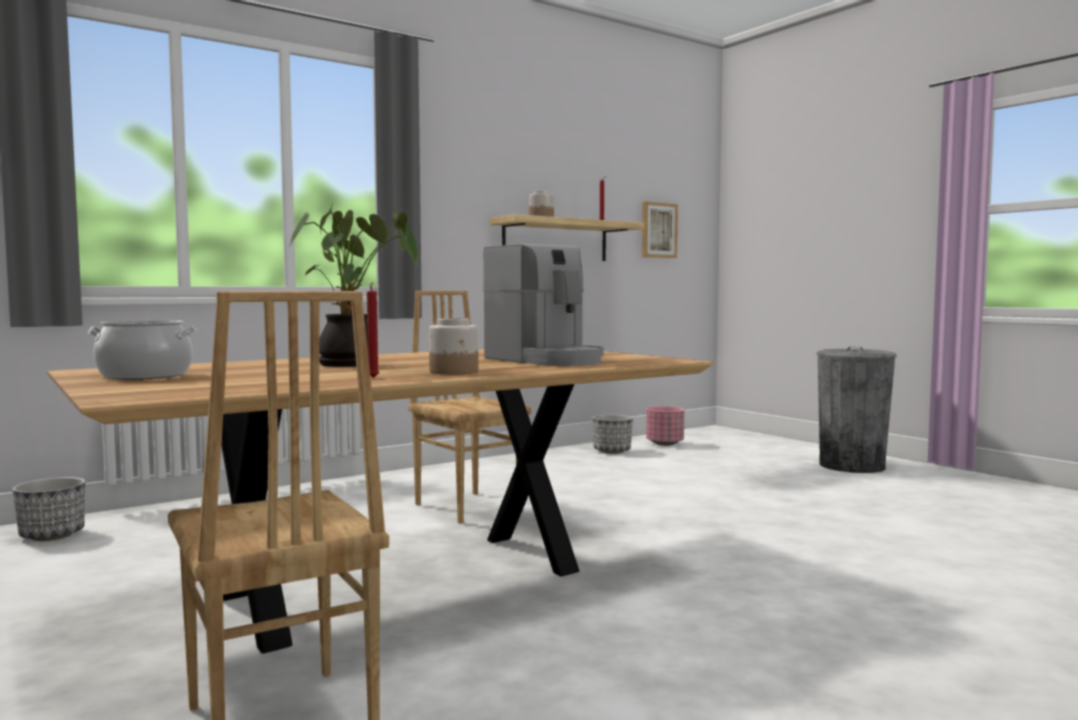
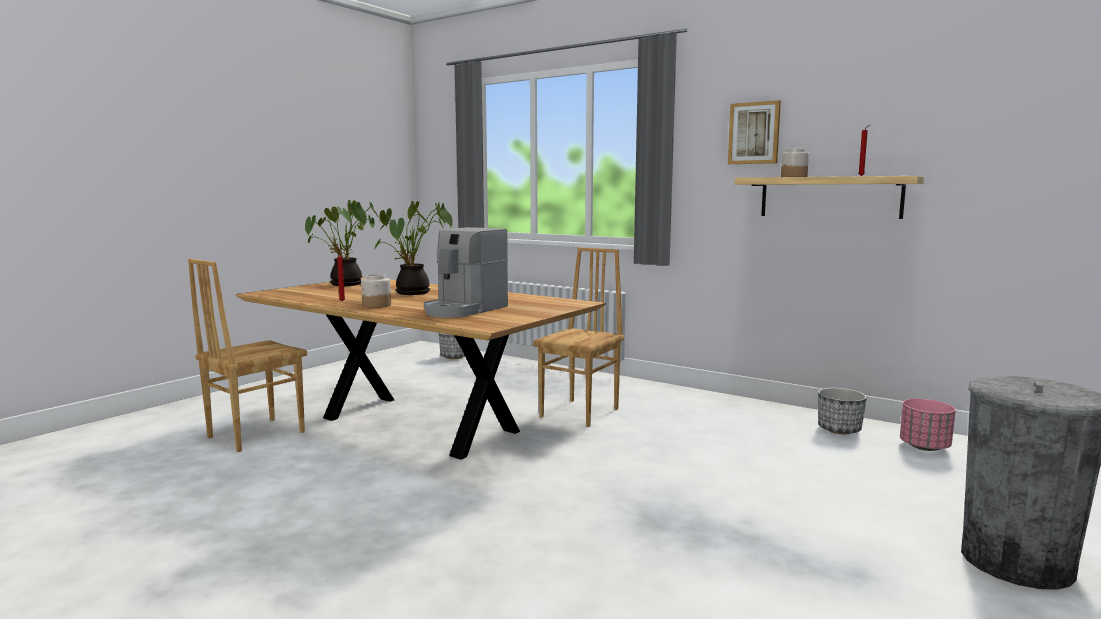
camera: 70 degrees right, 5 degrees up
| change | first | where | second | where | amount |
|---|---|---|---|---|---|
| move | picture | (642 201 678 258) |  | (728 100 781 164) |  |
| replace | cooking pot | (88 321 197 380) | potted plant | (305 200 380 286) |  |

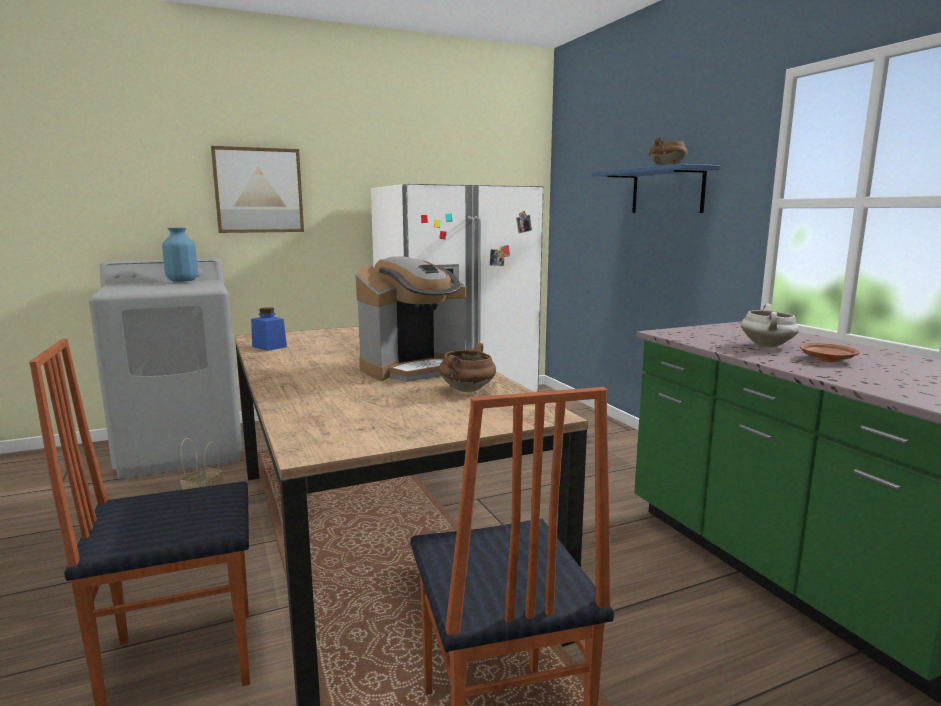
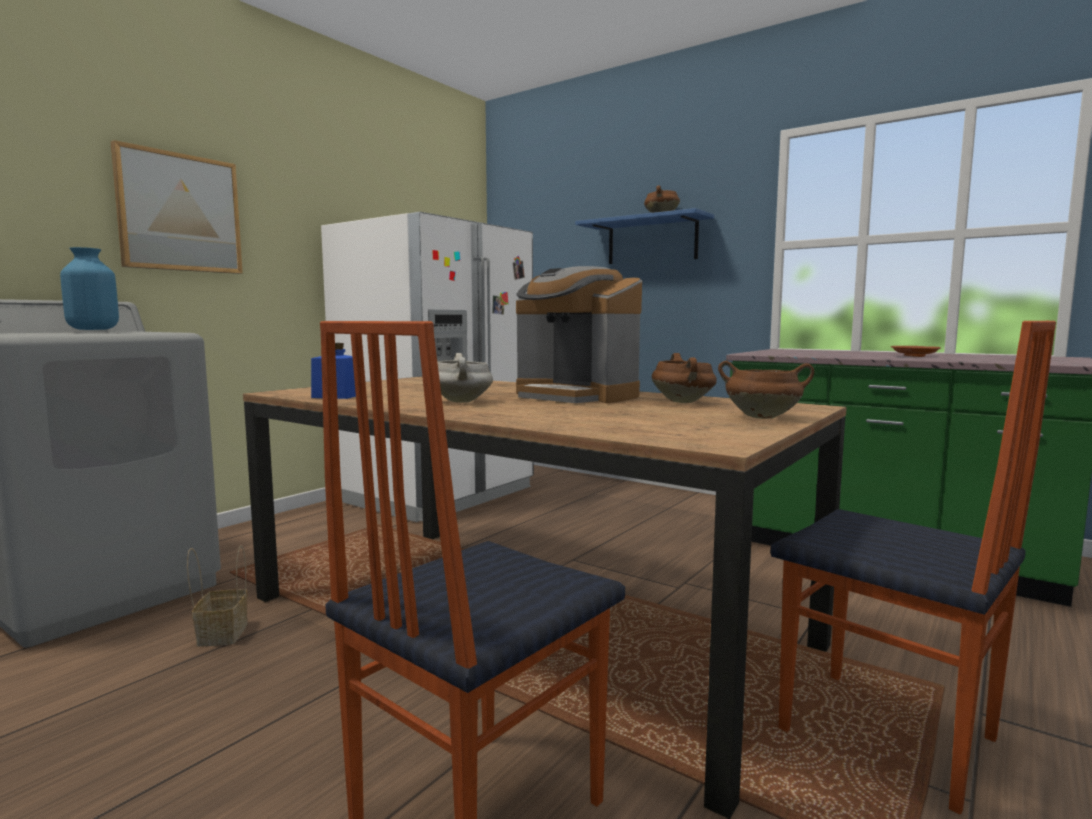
camera: 30 degrees left, 5 degrees down
| change | first | where | second | where | amount |
|---|---|---|---|---|---|
| rotate | coffee machine | (355 256 466 382) |  | (516 266 642 403) | 105 degrees clockwise |
| move | cooking pot/white | (741 303 799 347) |  | (437 353 493 403) |  |
| insert |  |  | cooking pot/brown | (718 361 814 419) |  |

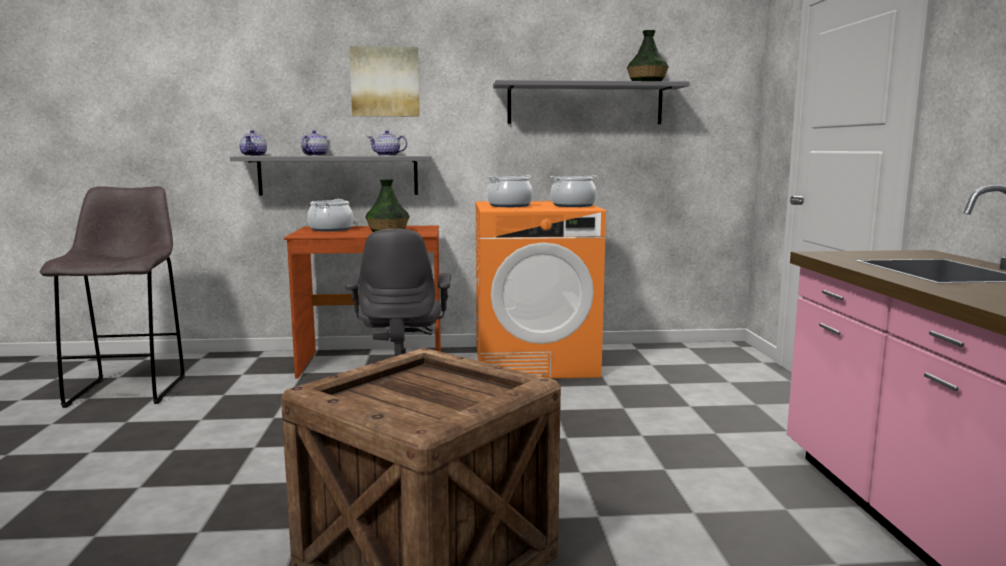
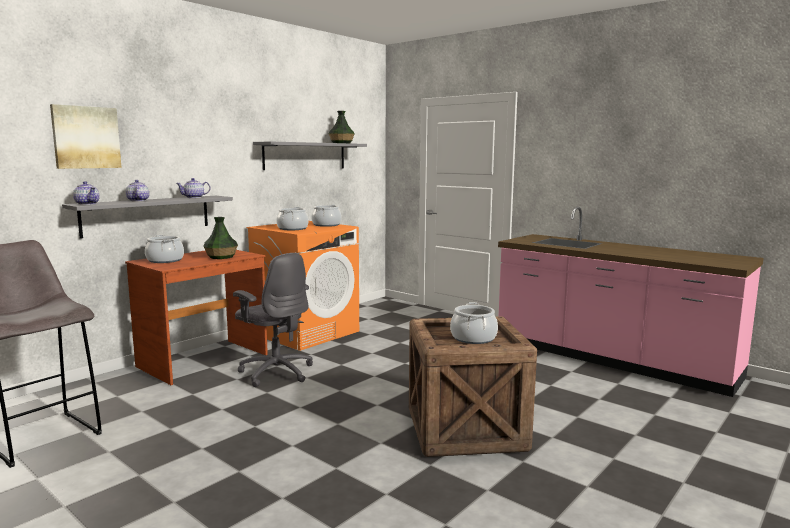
camera: 45 degrees left, 0 degrees up
| change | first | where | second | where | amount |
|---|---|---|---|---|---|
| move | picture | (349 46 420 116) |  | (50 104 122 169) |  |
| insert |  |  | cooking pot | (450 302 498 344) |  |

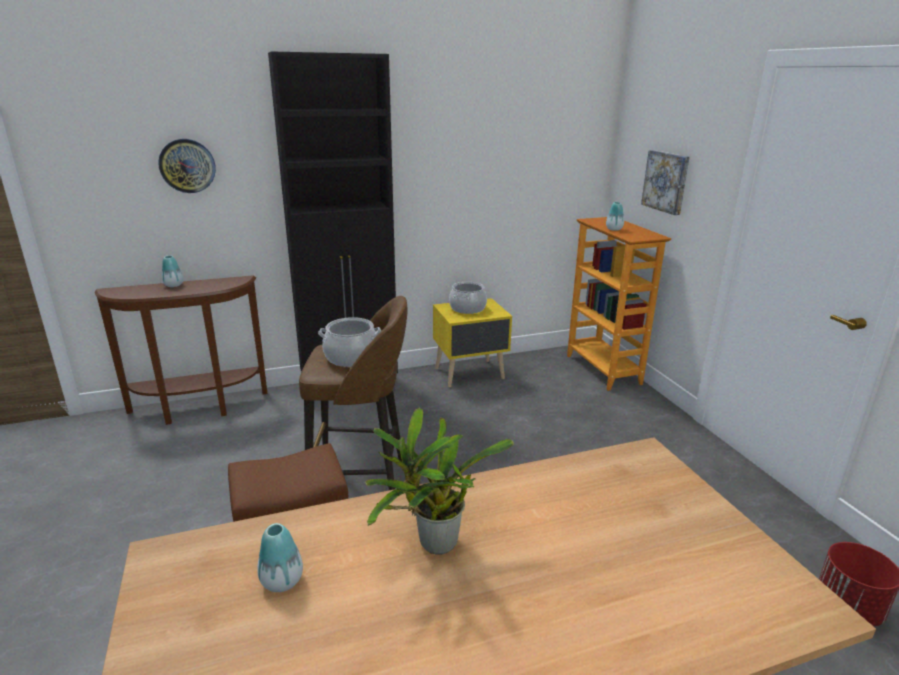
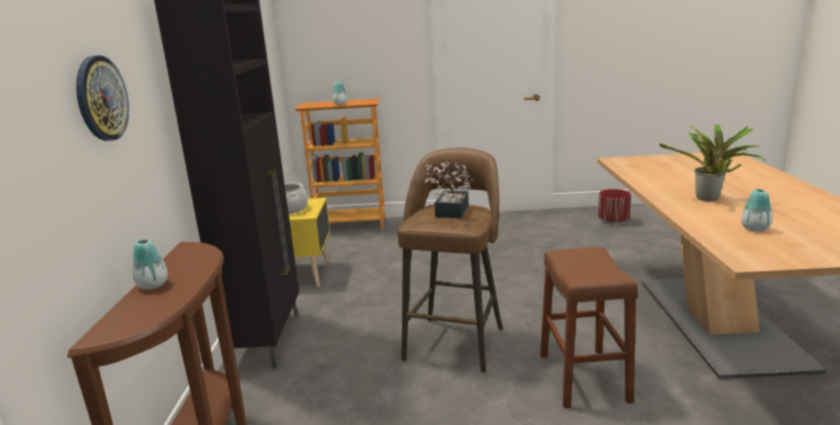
camera: 70 degrees left, 5 degrees down
| change | first | where | second | where | amount |
|---|---|---|---|---|---|
| delete | picture | (641 150 690 215) |  |  |  |
| replace | cooking pot | (318 317 381 367) | potted plant | (424 161 473 218) |  |

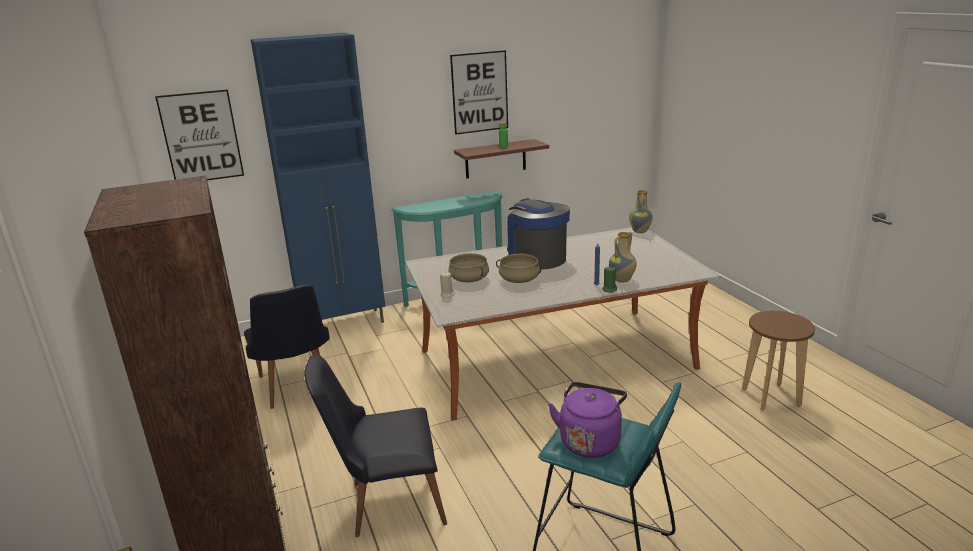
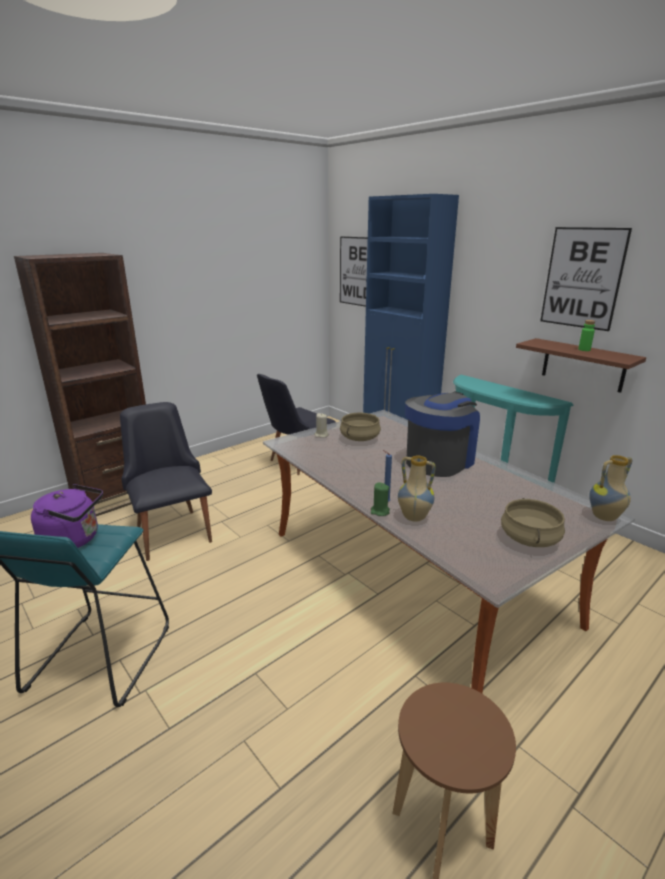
camera: 70 degrees right, 0 degrees up
| change | first | where | second | where | amount |
|---|---|---|---|---|---|
| move | cooking pot/beige | (496 254 541 283) |  | (501 498 565 547) |  |

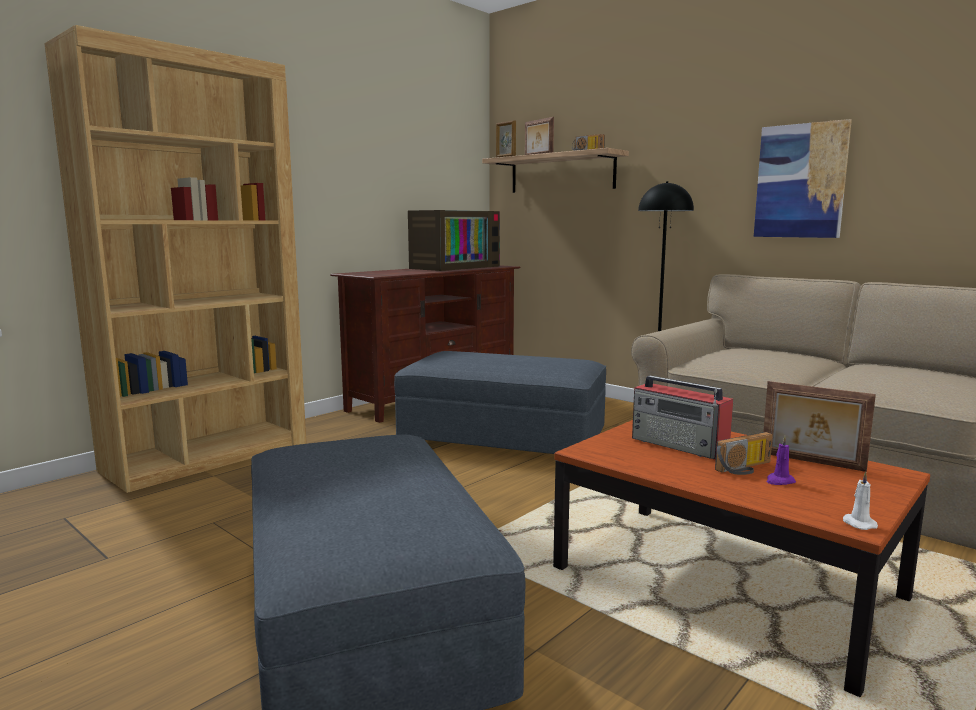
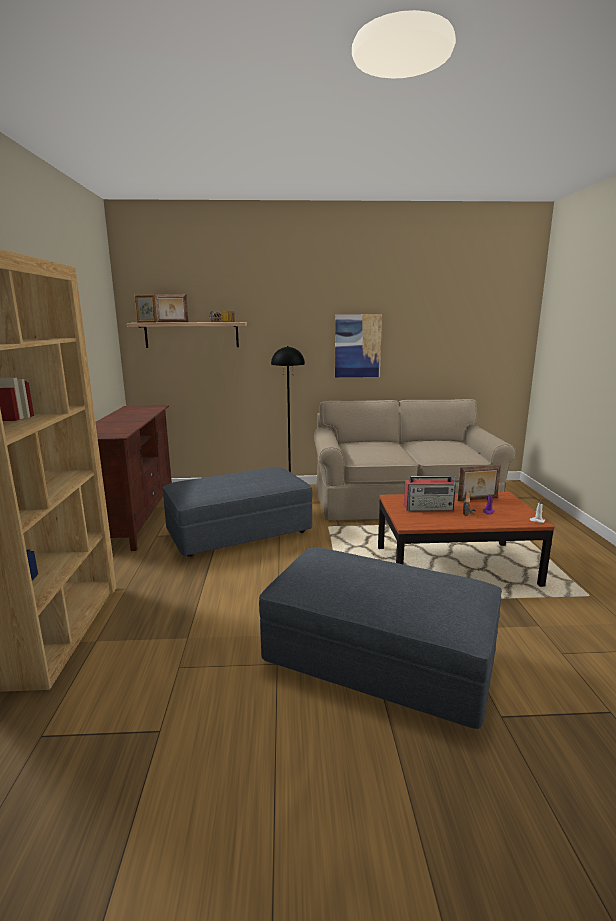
camera: 45 degrees left, 5 degrees up
| change | first | where | second | where | amount |
|---|---|---|---|---|---|
| delete | television | (408 210 500 271) |  |  |  |

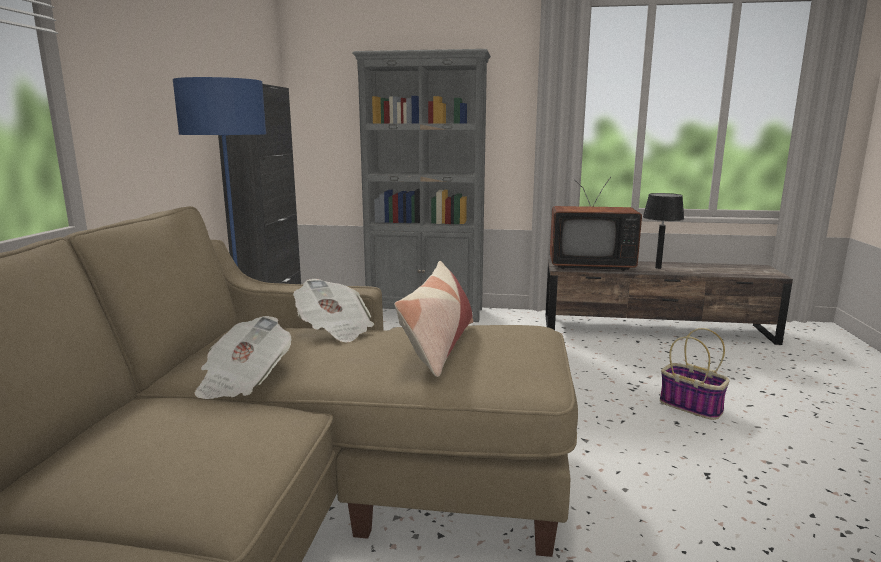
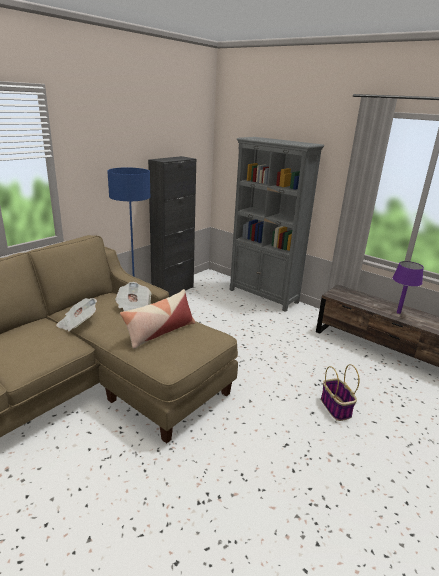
camera: 30 degrees right, 10 degrees up
| change | first | where | second | where | amount |
|---|---|---|---|---|---|
| delete | television | (550 177 642 271) |  |  |  |
| recolor | table lamp/black | (643 193 684 269) | table lamp/purple | (393 261 424 314) |  |

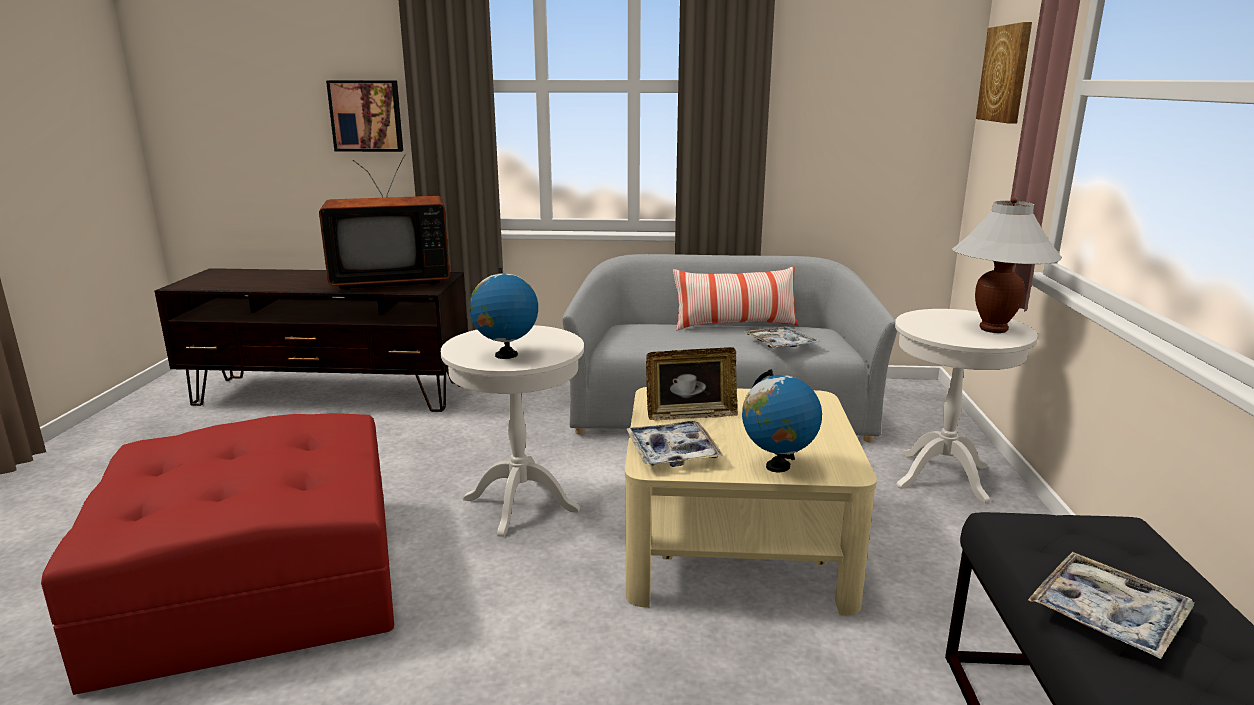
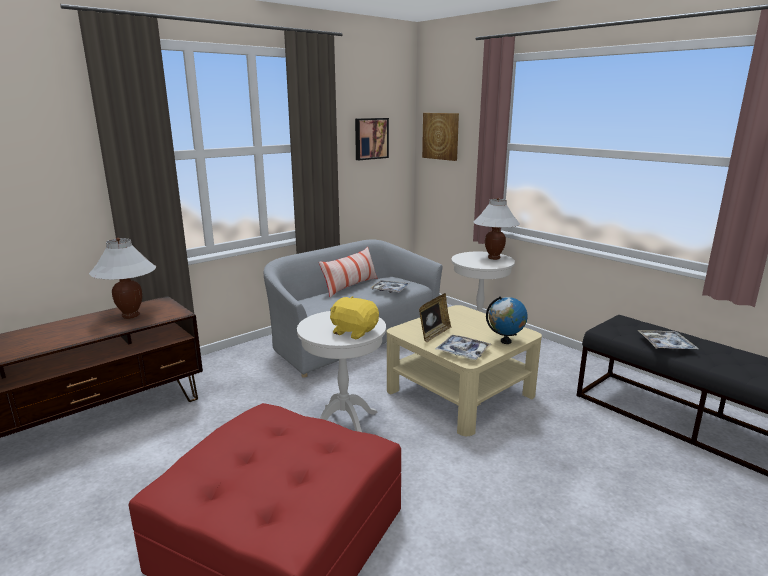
camera: 45 degrees left, 0 degrees up
| change | first | where | second | where | amount |
|---|---|---|---|---|---|
| move | picture | (326 80 403 152) |  | (355 118 389 160) |  |
| replace | television | (319 154 450 290) | table lamp/white | (89 238 156 319) |  |
| replace | globe | (469 268 538 359) | plush toy/yellow | (330 296 379 339) |  |

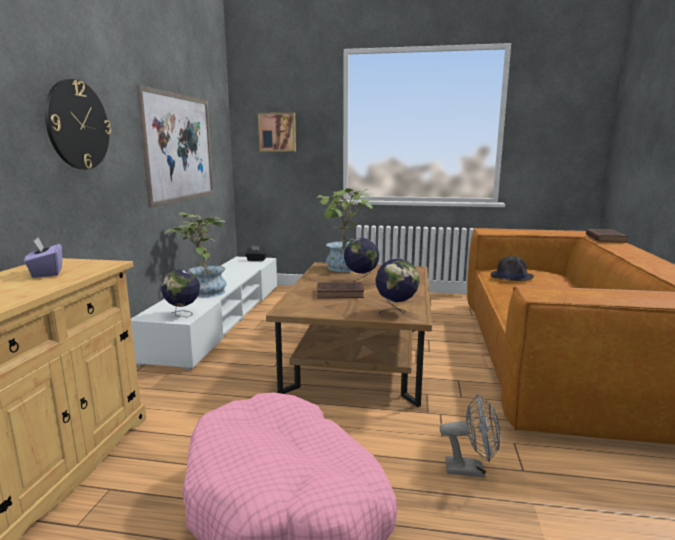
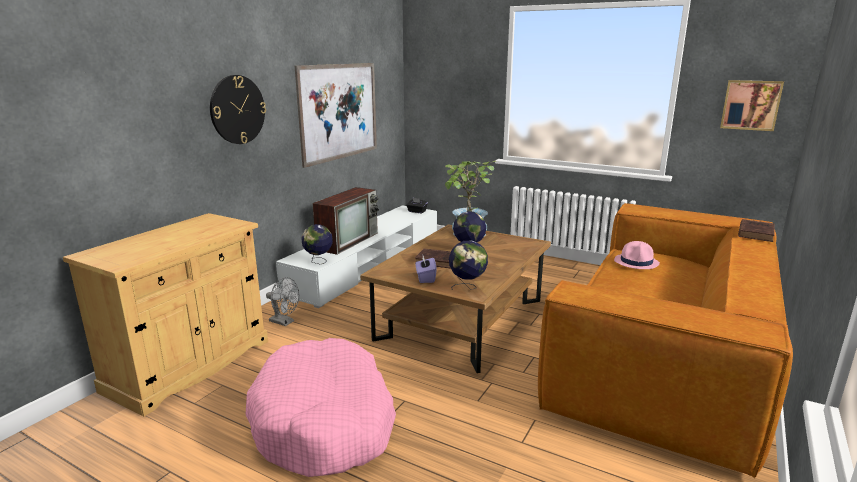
camera: 20 degrees right, 5 degrees up
| change | first | where | second | where | amount |
|---|---|---|---|---|---|
| move | picture | (258 112 296 151) |  | (720 80 784 131) |  |
| replace | potted plant | (165 212 227 298) | television | (313 187 379 255) |  |
| move | tissue box/purple | (24 238 62 278) |  | (416 256 437 283) |  |
| recolor | hat/black | (491 256 534 281) | hat/pink | (614 241 660 269) |  |
| move | fan/grey | (440 394 501 478) |  | (266 277 300 326) |  |

